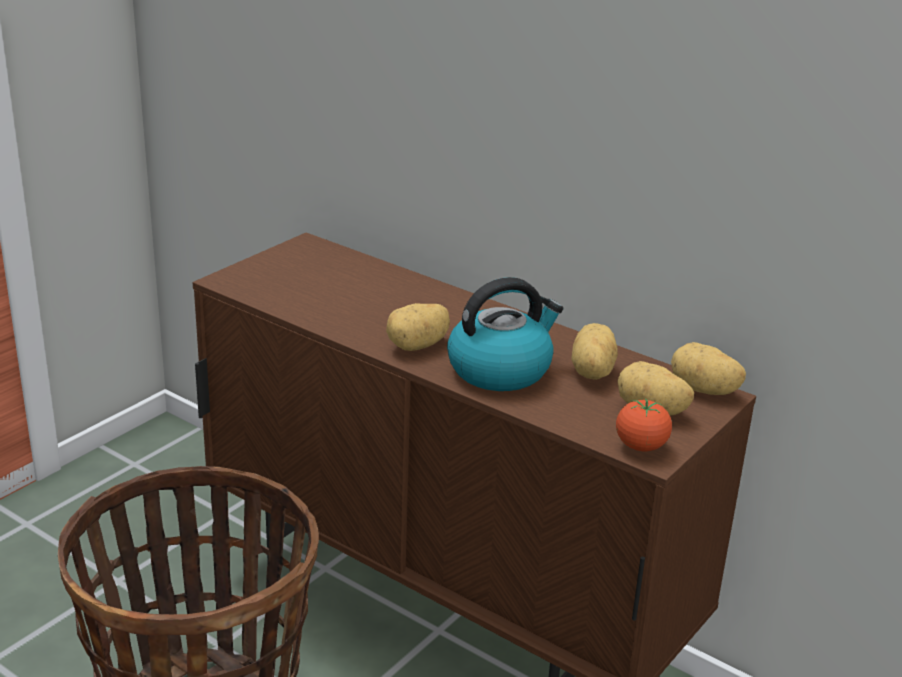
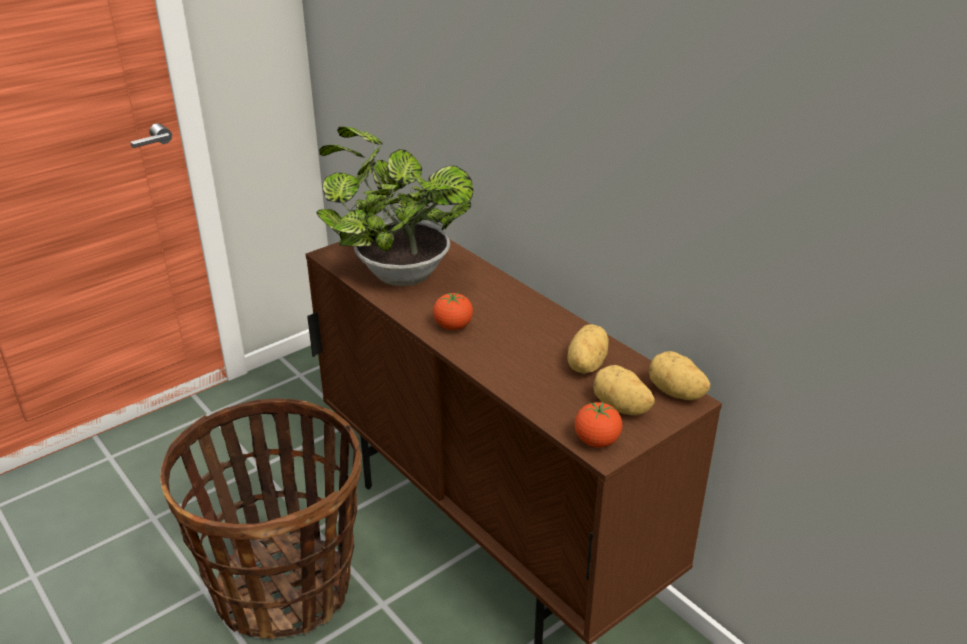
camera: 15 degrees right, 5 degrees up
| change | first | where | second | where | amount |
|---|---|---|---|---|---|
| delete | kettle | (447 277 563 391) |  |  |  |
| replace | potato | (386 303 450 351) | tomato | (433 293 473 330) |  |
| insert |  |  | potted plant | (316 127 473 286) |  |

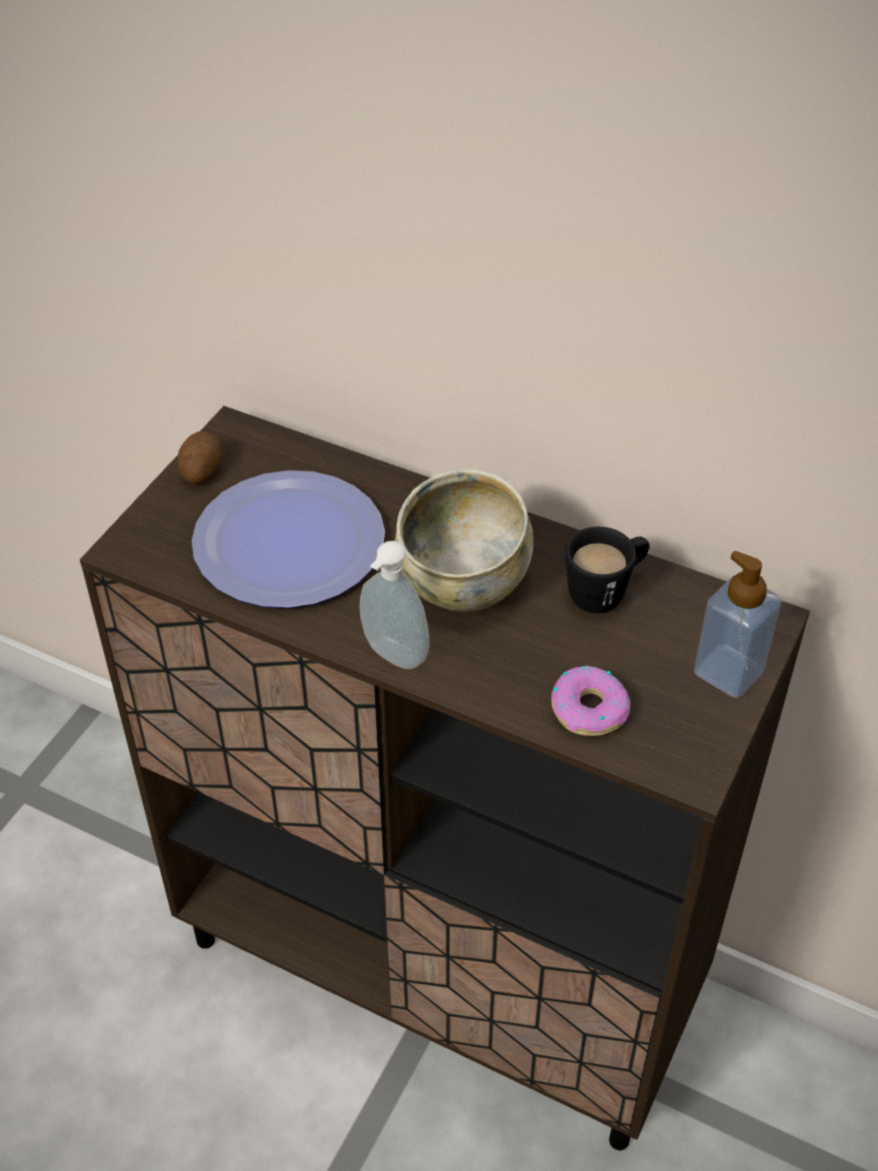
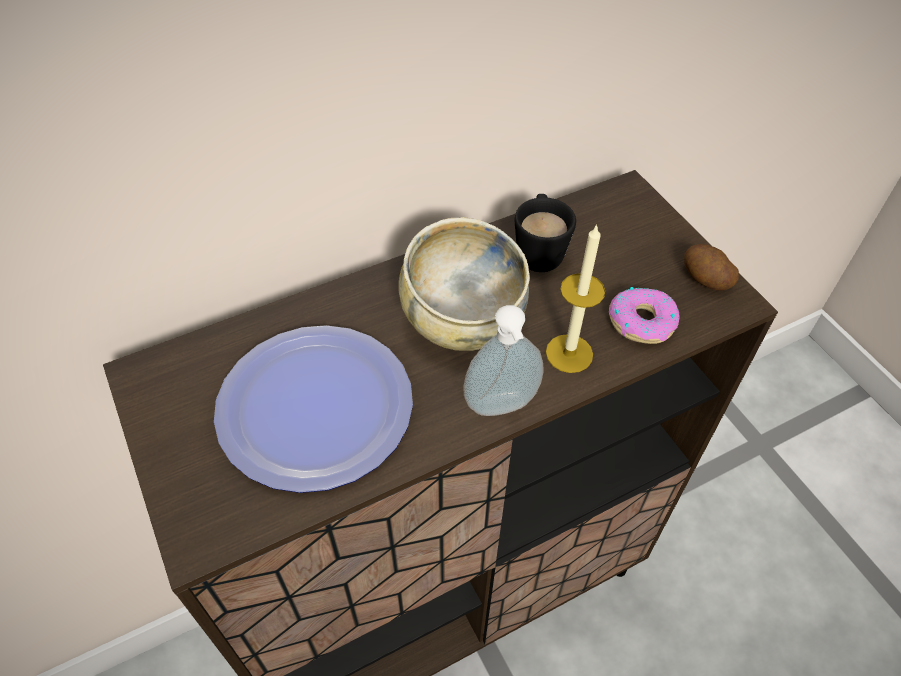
camera: 55 degrees left, 5 degrees up
| change | first | where | second | where | amount |
|---|---|---|---|---|---|
| move | potato | (178 431 221 484) |  | (684 244 739 291) |  |
| delete | soap dispenser | (694 551 782 698) |  |  |  |
| insert |  |  | candle | (546 224 605 373) |  |

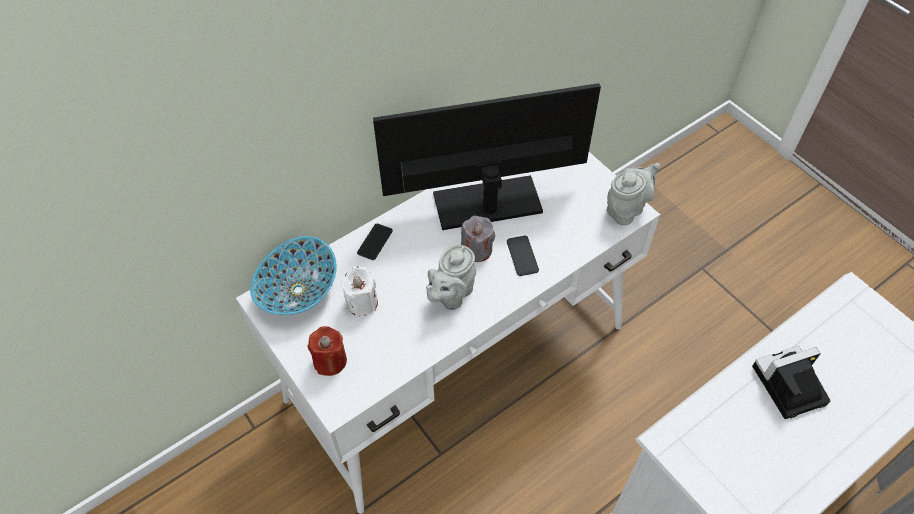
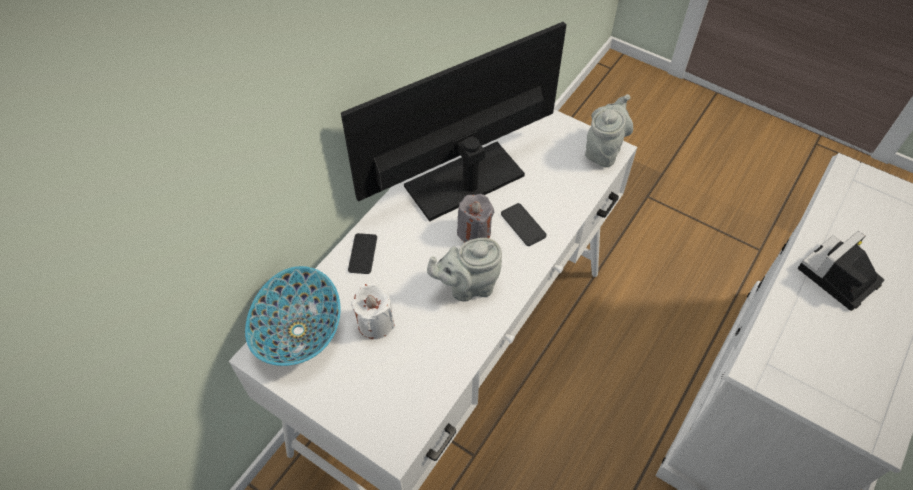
camera: 20 degrees left, 0 degrees up
| change | first | where | second | where | amount |
|---|---|---|---|---|---|
| rotate | teapot/grey | (426 245 476 310) |  | (427 238 502 302) | 60 degrees clockwise |
| delete | candle/red | (307 326 347 376) |  |  |  |

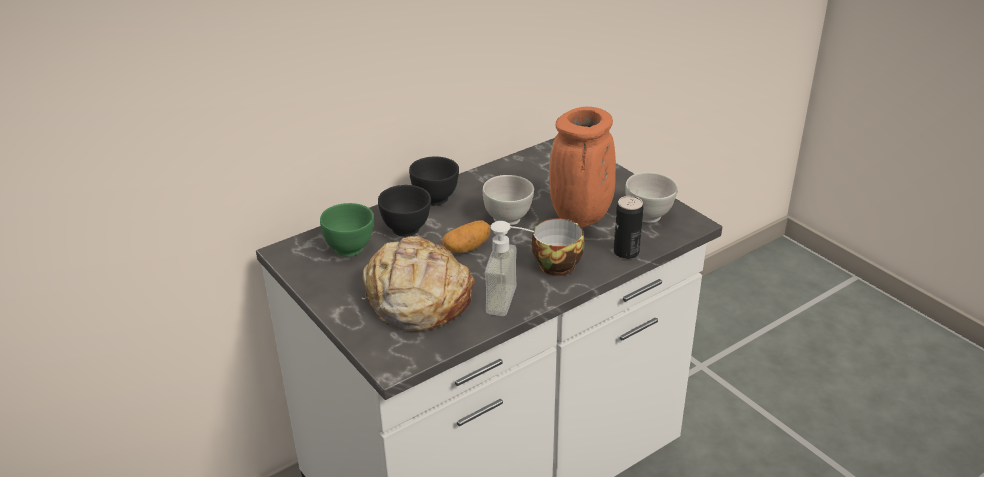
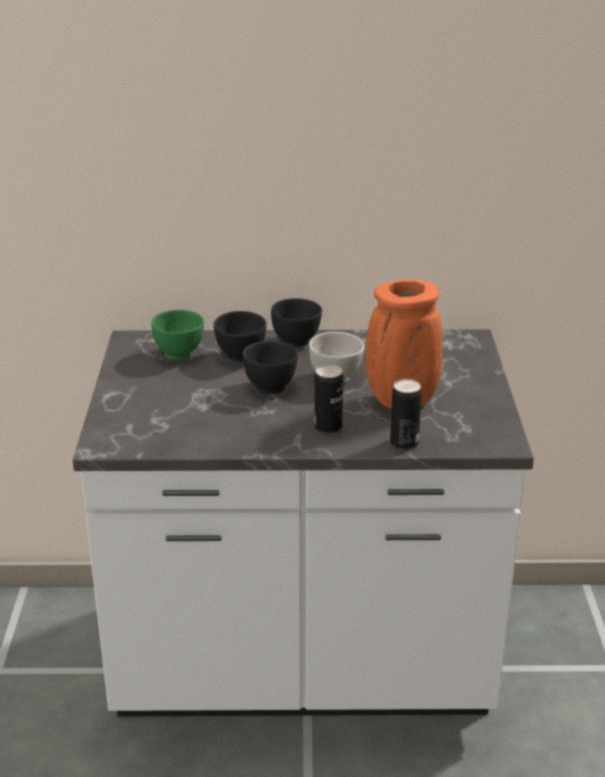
camera: 35 degrees right, 5 degrees down
| change | first | where | second | where | amount |
|---|---|---|---|---|---|
| delete | bowl/white | (625 172 678 223) |  |  |  |
| replace | cup | (532 218 585 276) | can | (314 364 343 434) |  |
| replace | potato | (442 220 491 253) | bowl/black | (243 341 298 394) |  |
| delete | soap dispenser | (485 221 534 316) |  |  |  |
| delete | bread | (361 236 475 331) |  |  |  |

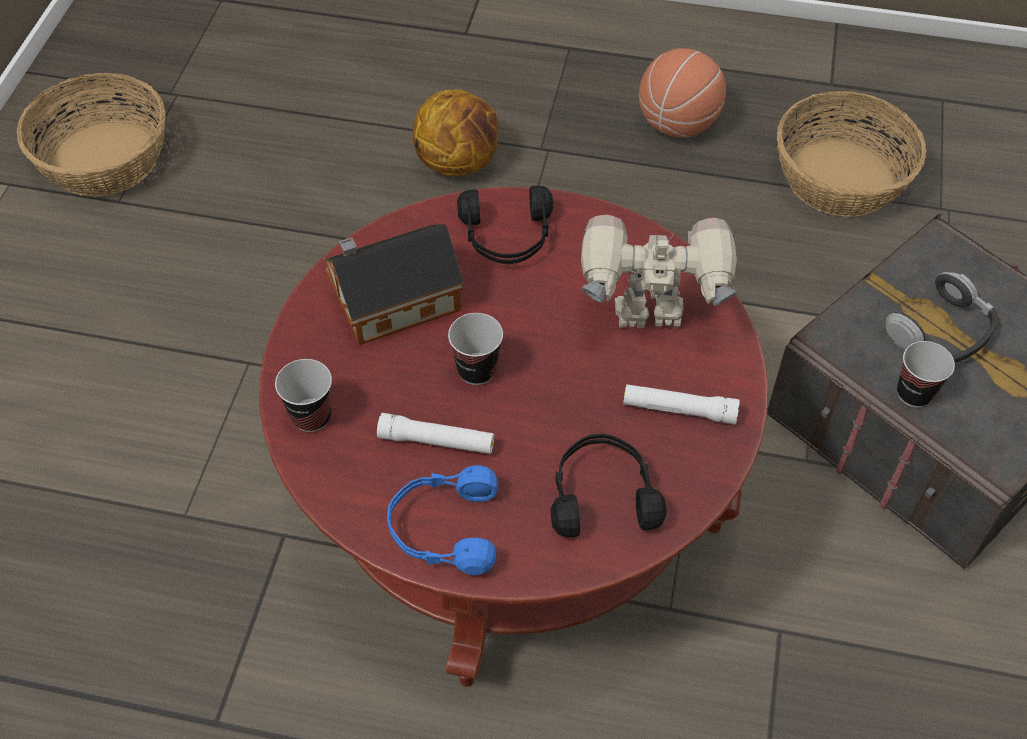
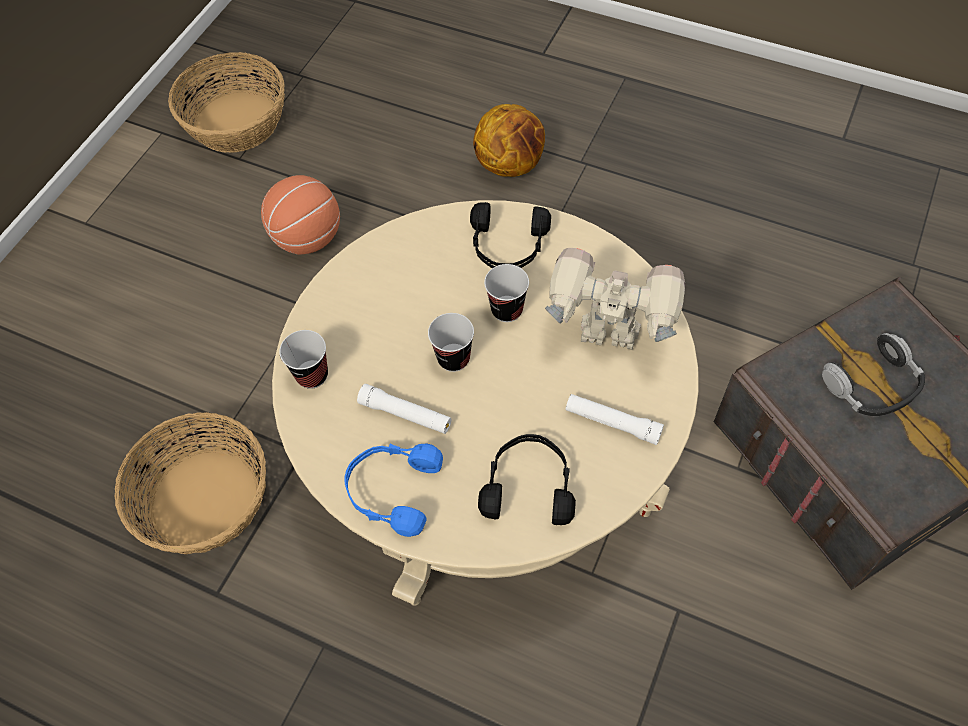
camera: 15 degrees right, 5 degrees up
| change | first | where | second | where | amount |
|---|---|---|---|---|---|
| move | basketball | (639 48 726 138) |  | (261 175 340 254) |  |
| move | basket | (777 91 927 217) |  | (114 412 266 555) |  |
| recolor | coffee table/red | (259 187 768 687) | coffee table/beige | (272 200 699 605) |  |
| delete | toy house | (323 224 464 345) |  |  |  |
| move | cup | (897 341 955 407) |  | (484 264 529 322) |  |

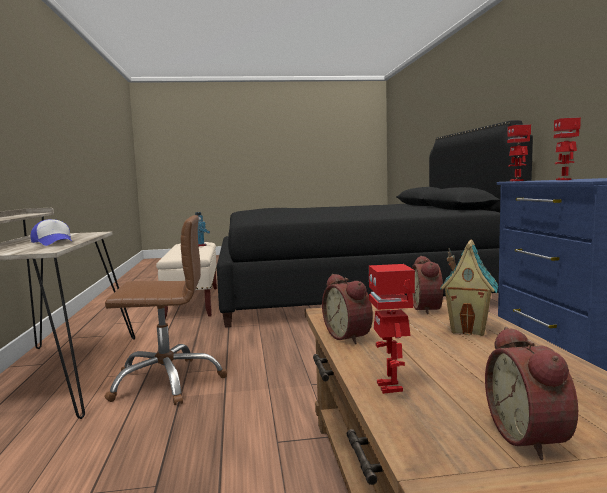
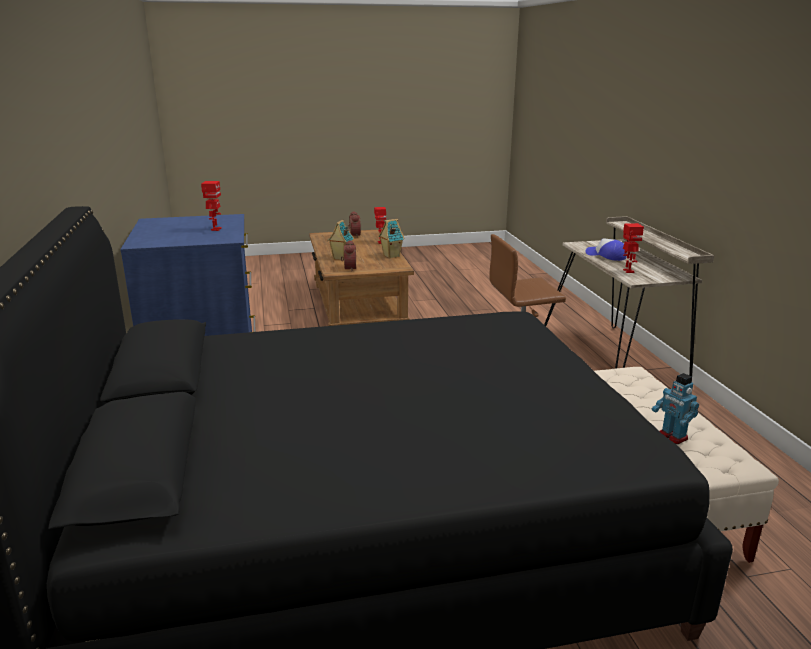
camera: 175 degrees right, 15 degrees up
| change | first | where | second | where | amount |
|---|---|---|---|---|---|
| move | toy robot | (507 124 531 181) |  | (623 223 644 273) |  |
| replace | alarm clock | (322 274 373 344) | toy house | (379 219 405 258) |  |

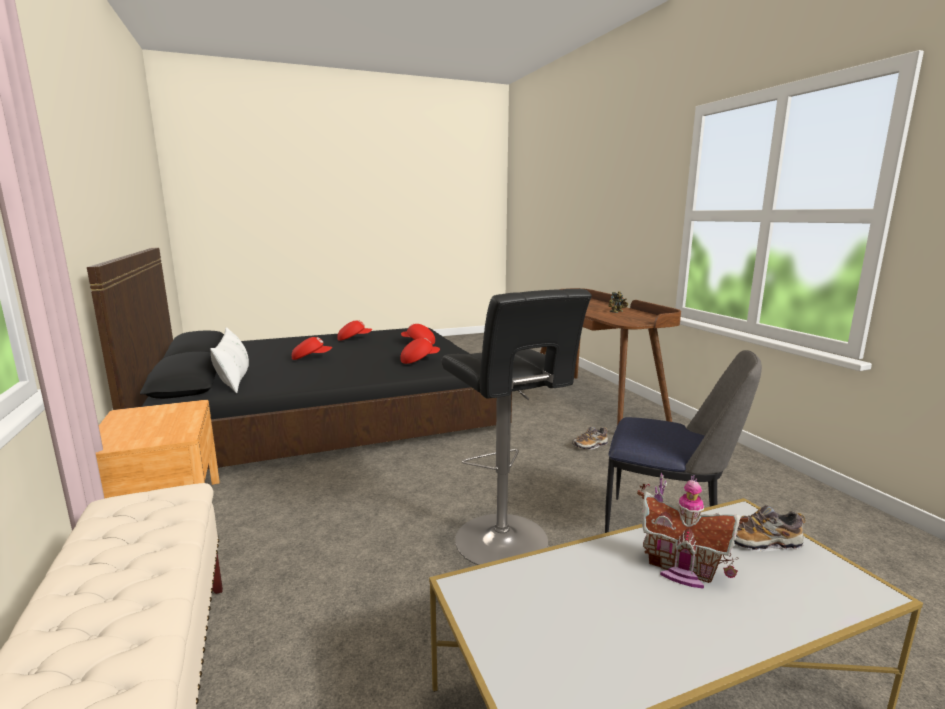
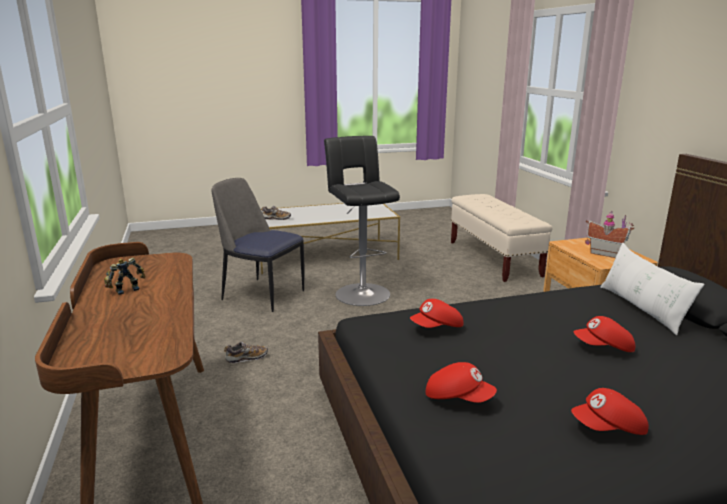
camera: 175 degrees left, 5 degrees up
| change | first | where | second | where | amount |
|---|---|---|---|---|---|
| move | toy house | (637 473 748 589) |  | (585 211 634 258) |  |

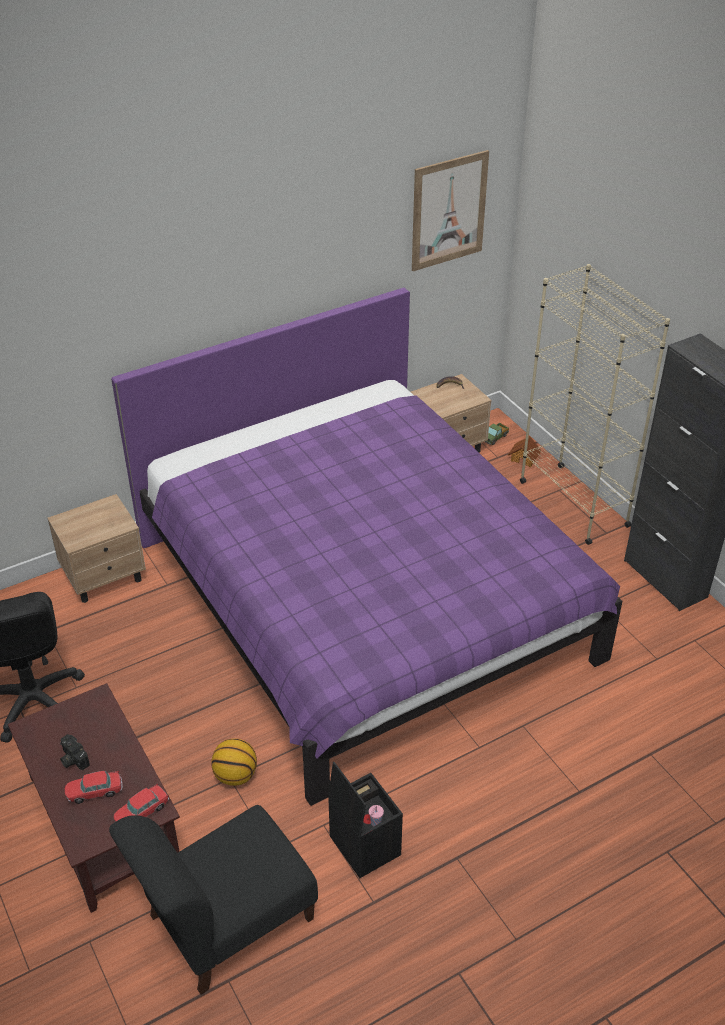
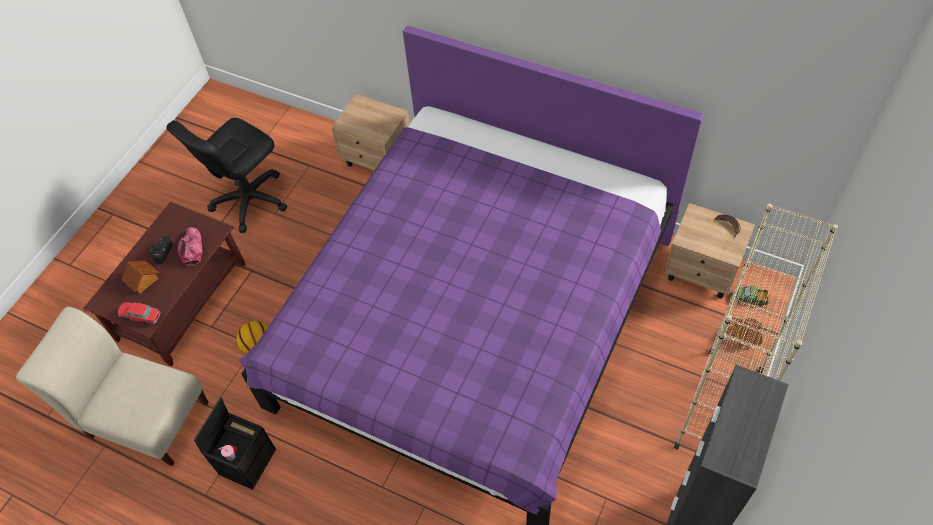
camera: 60 degrees right, 15 degrees up
| change | first | where | second | where | amount |
|---|---|---|---|---|---|
| delete | picture | (412 150 489 271) |  |  |  |
| replace | toy car | (65 771 122 804) | toy house | (122 261 159 294) |  |
| recolor | chair/black | (109 805 318 995) | chair/beige | (16 307 208 466) |  |
| insert |  |  | cap | (177 227 203 268) |  |

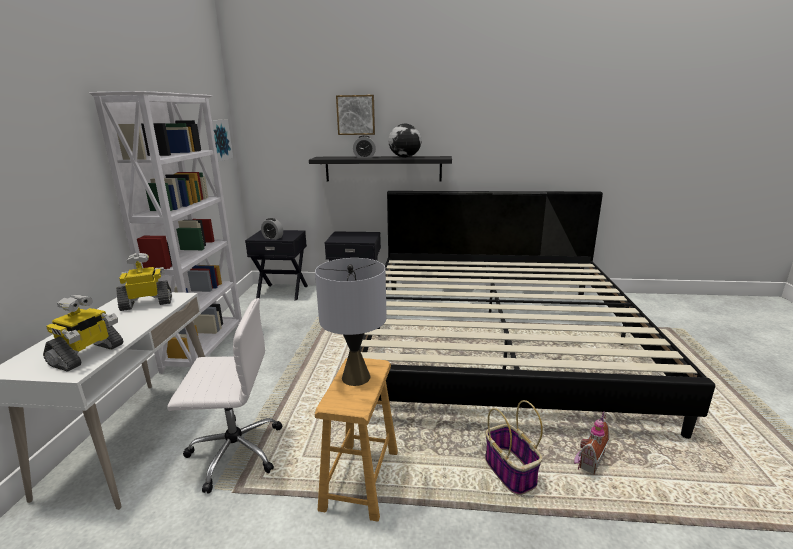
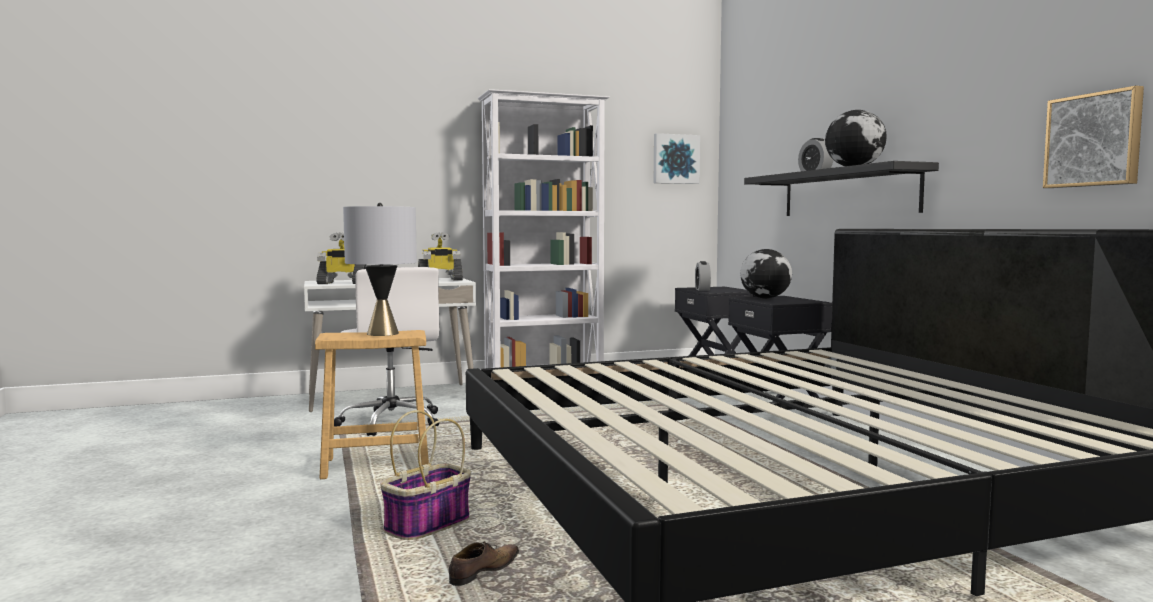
camera: 65 degrees right, 15 degrees down
| change | first | where | second | where | amount |
|---|---|---|---|---|---|
| move | picture | (336 95 375 135) |  | (1043 86 1144 188) |  |
| rotate | toy robot | (116 253 172 311) |  | (418 232 463 281) | 120 degrees clockwise |
| replace | toy house | (574 411 609 475) | shoe | (449 541 519 586) |  |
| insert |  |  | globe | (740 249 792 299) |  |

